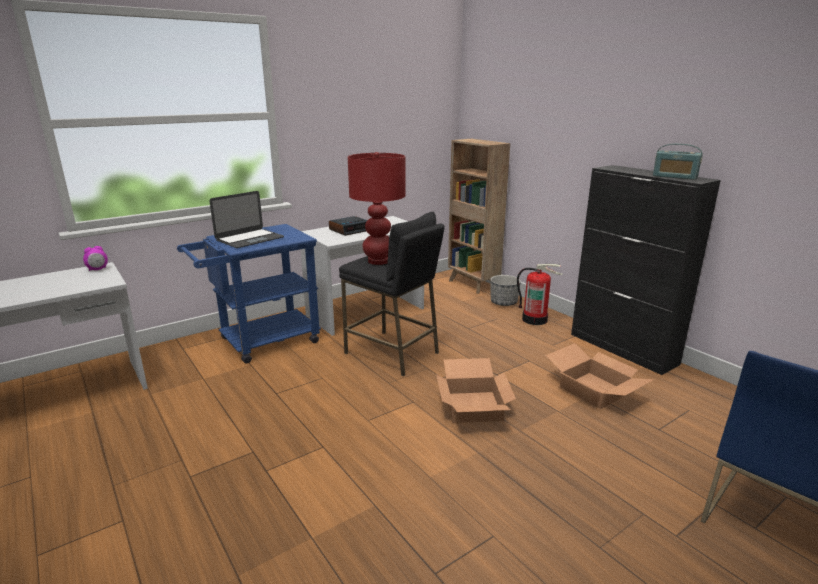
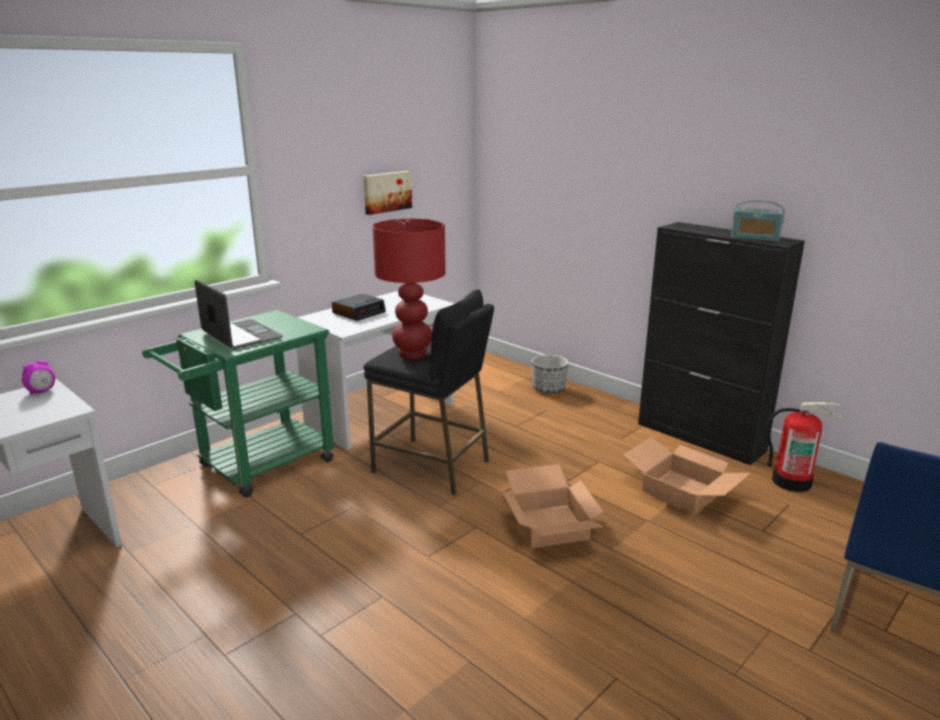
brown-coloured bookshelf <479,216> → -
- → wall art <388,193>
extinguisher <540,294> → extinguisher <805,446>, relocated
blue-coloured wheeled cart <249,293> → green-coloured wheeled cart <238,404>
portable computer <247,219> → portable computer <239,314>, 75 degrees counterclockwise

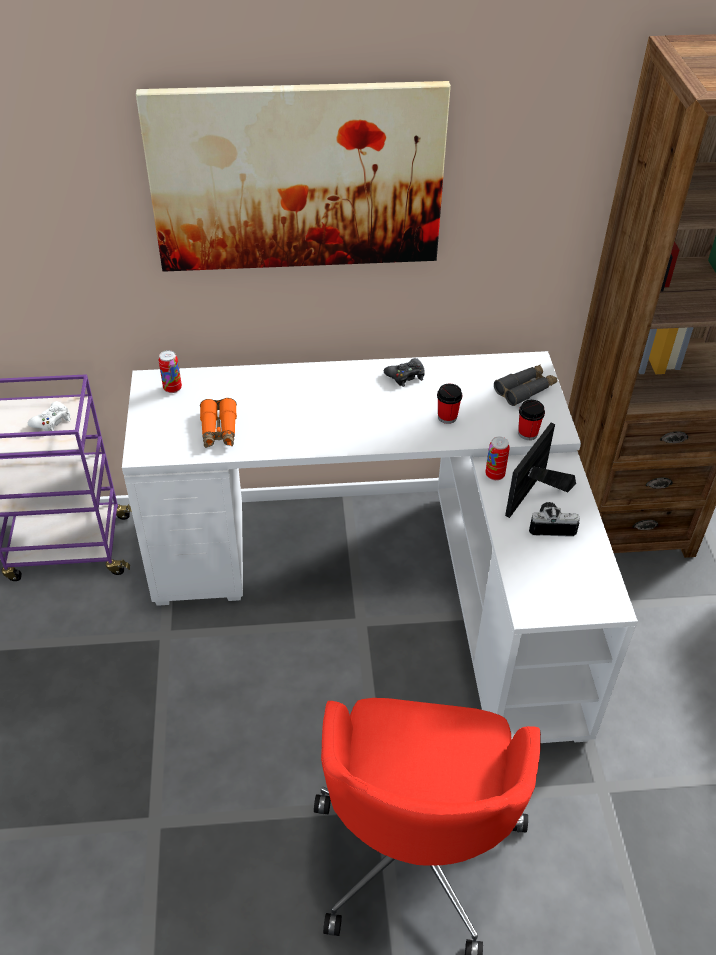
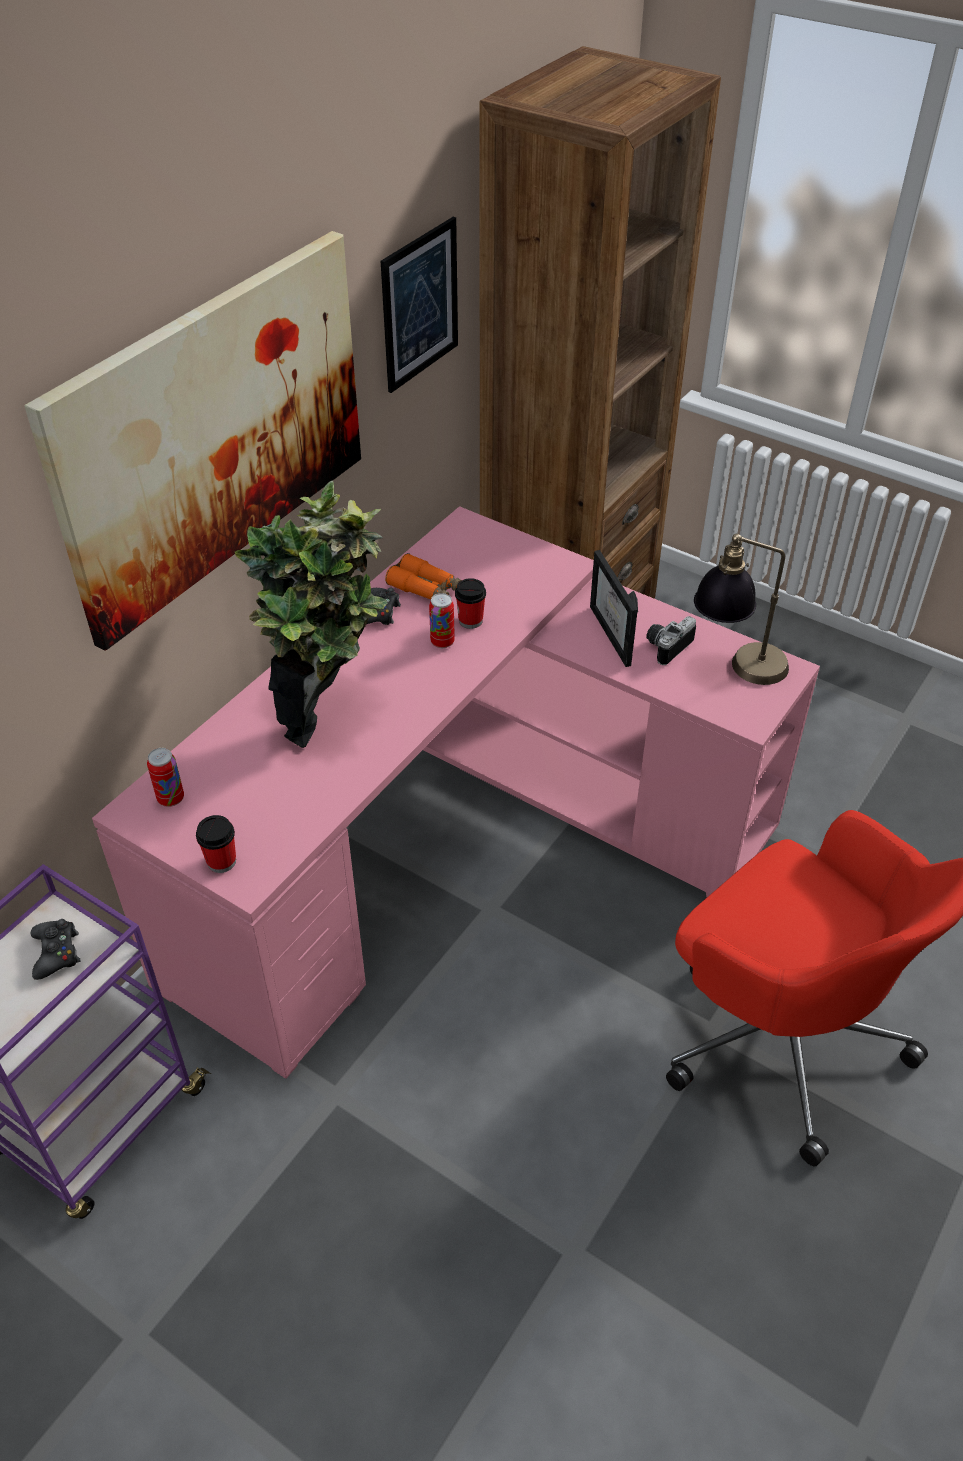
gray field glasses <525,385> → -
- → houseplant <311,614>
- → wall art <419,305>
- → lamp for a table <741,609>
orange field glasses <218,423> → orange field glasses <423,576>, relocated
metal can <497,458> → metal can <442,620>, relocated
drinking cup <531,420> → drinking cup <216,844>, relocated
white-coloured game controller <49,416> → black game controller <56,949>
white-coloured desk table <380,547> → pink desk table <456,792>

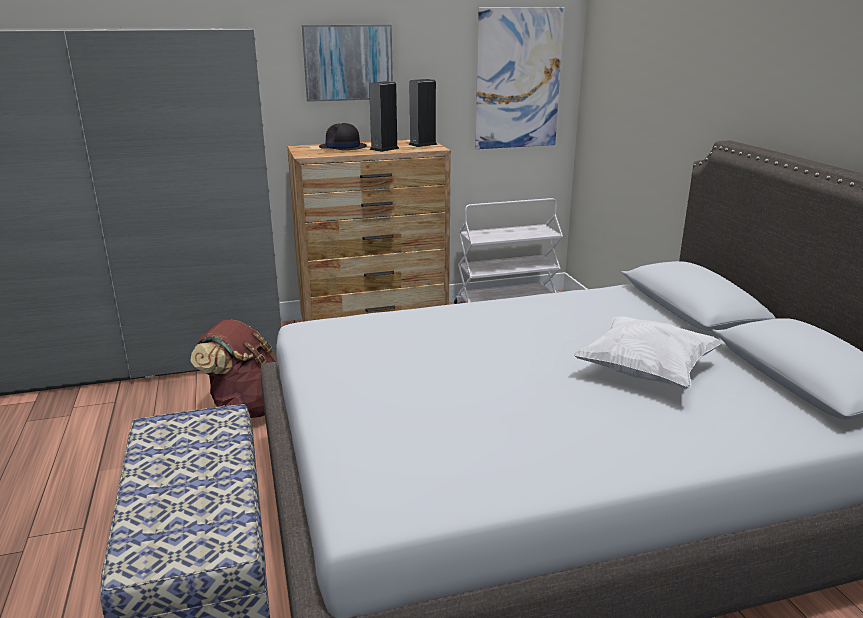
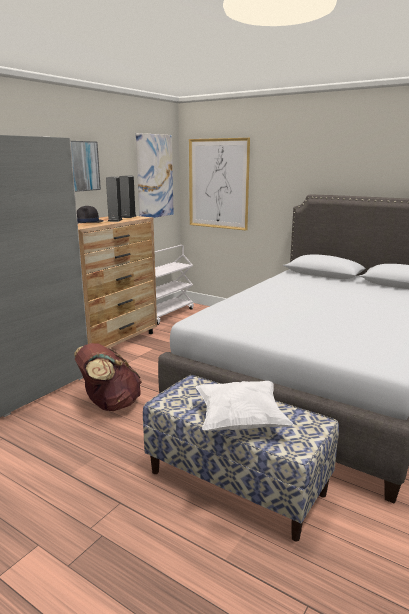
- → wall art <219,184>
white-coloured cushion <647,352> → white-coloured cushion <245,406>, relocated

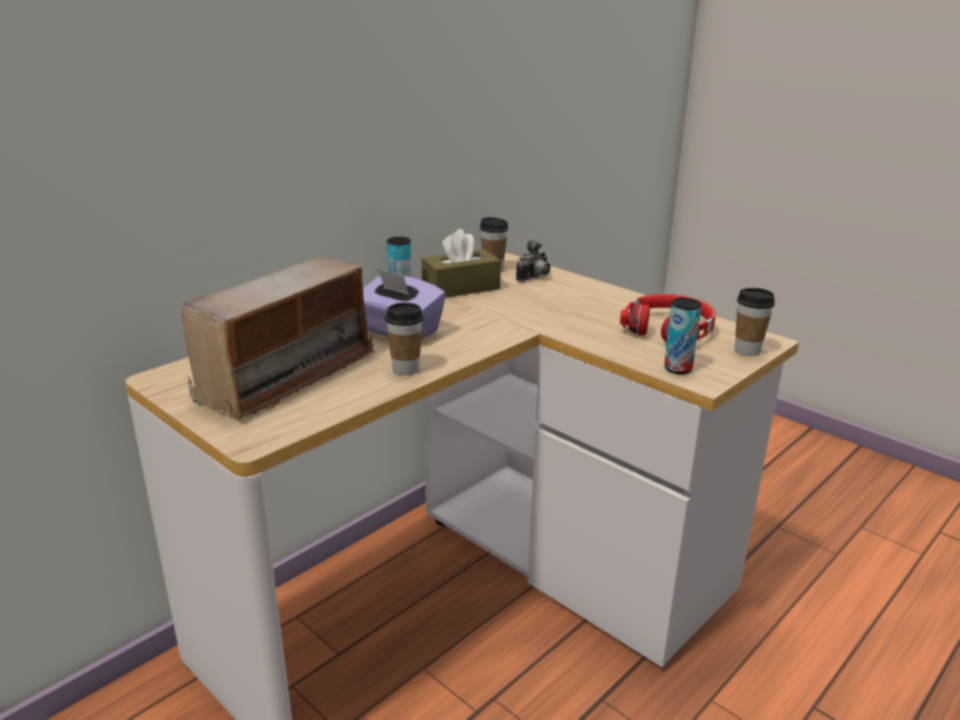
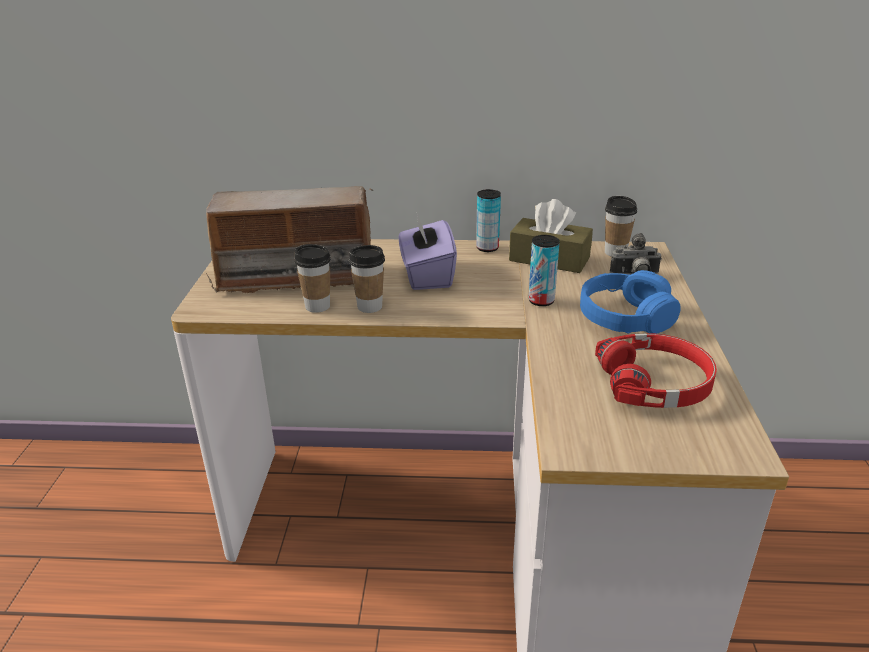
- → blue-coloured pair of headphones <630,302>
metal can <683,336> → metal can <544,270>, relocated
drinking cup <755,322> → drinking cup <312,278>, relocated

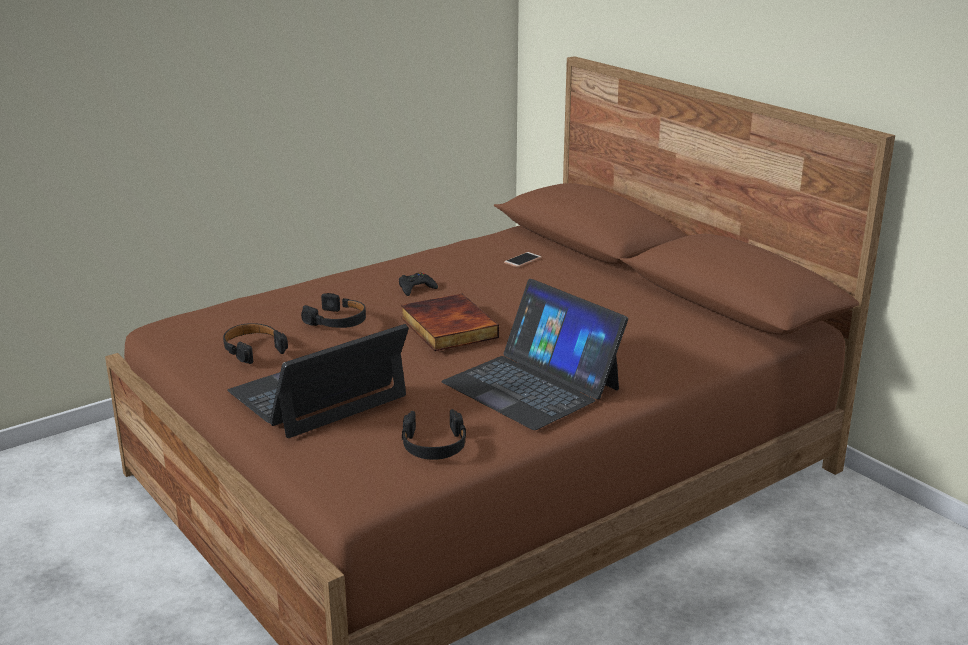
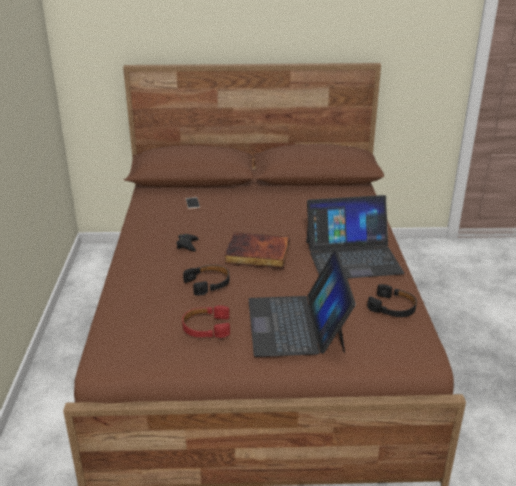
black pair of headphones <255,343> → red pair of headphones <206,321>

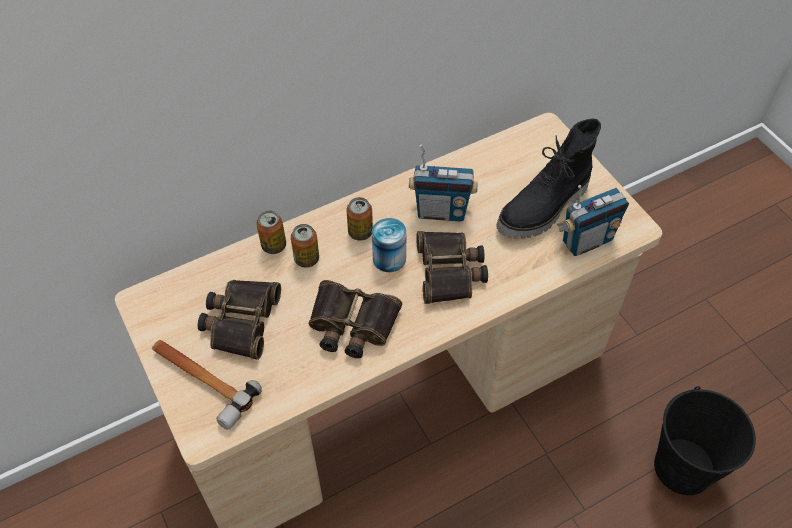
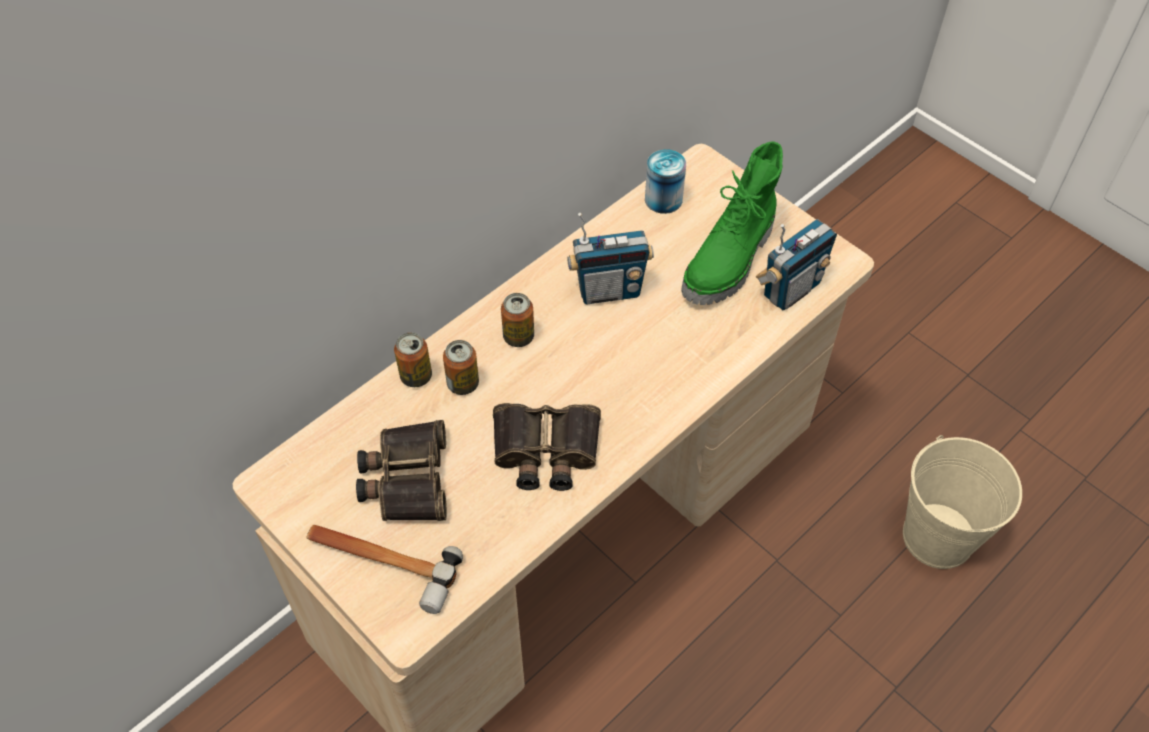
field glasses <452,267> → -
metal can <389,245> → metal can <665,181>, relocated
black tall boot <548,179> → green-coloured tall boot <732,223>
black water bucket <705,440> → sand-coloured water bucket <962,502>

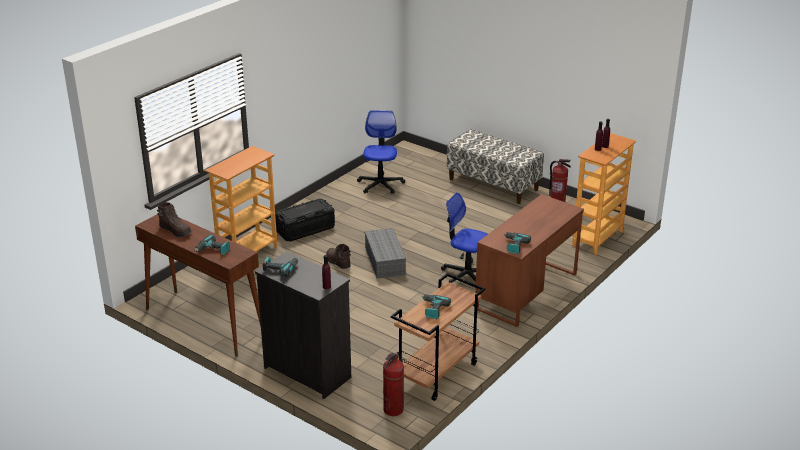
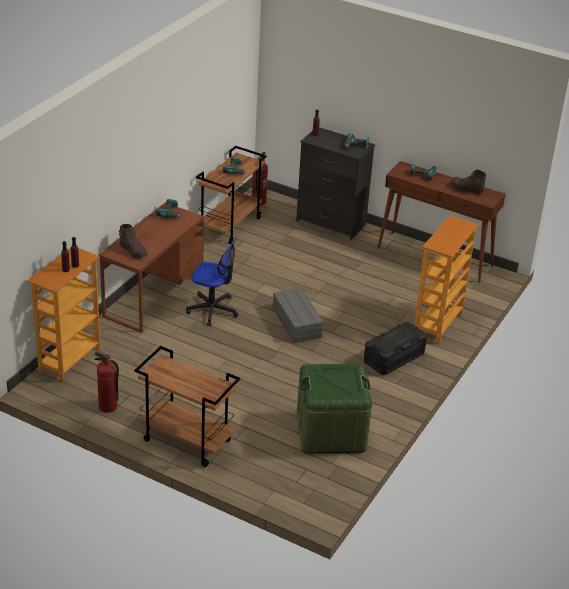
brown-coloured tall boot <338,256> → brown-coloured tall boot <133,241>, relocated
office chair <381,152> → green-coloured storage container <334,409>
long seat <495,166> → brown-coloured wheeled cart <187,406>

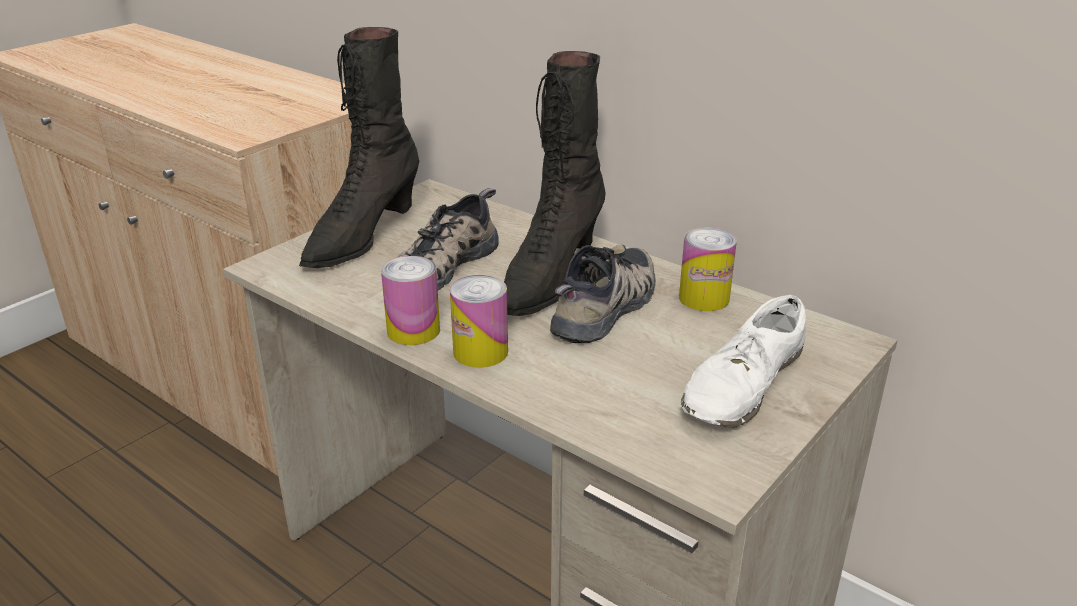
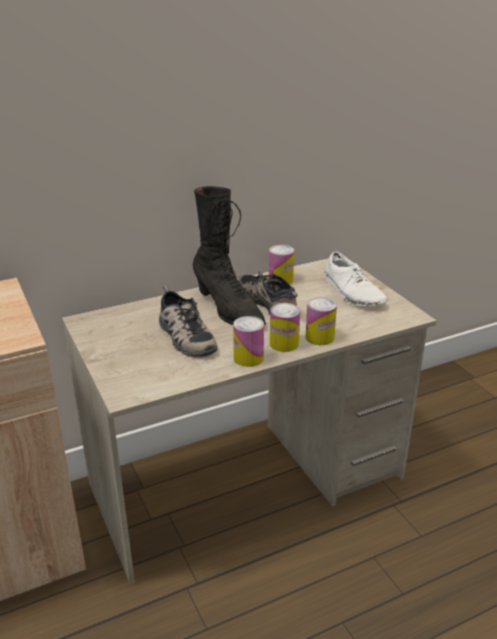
black tall boot <359,147> → -
- → metal can <321,321>

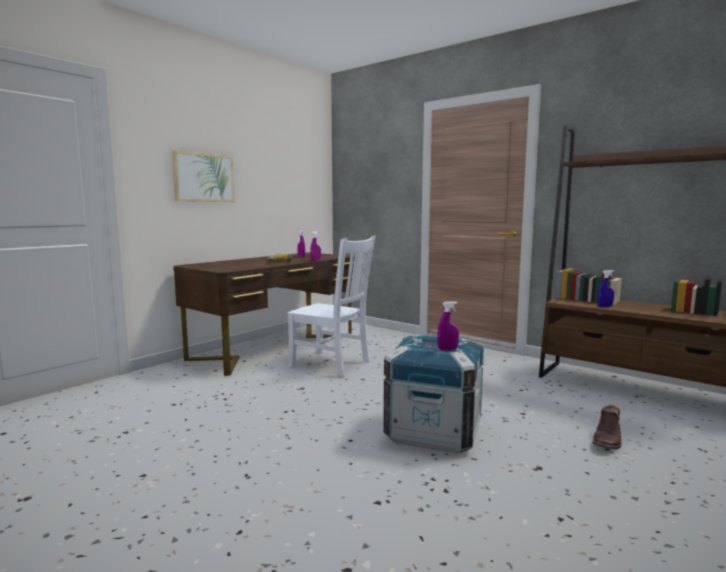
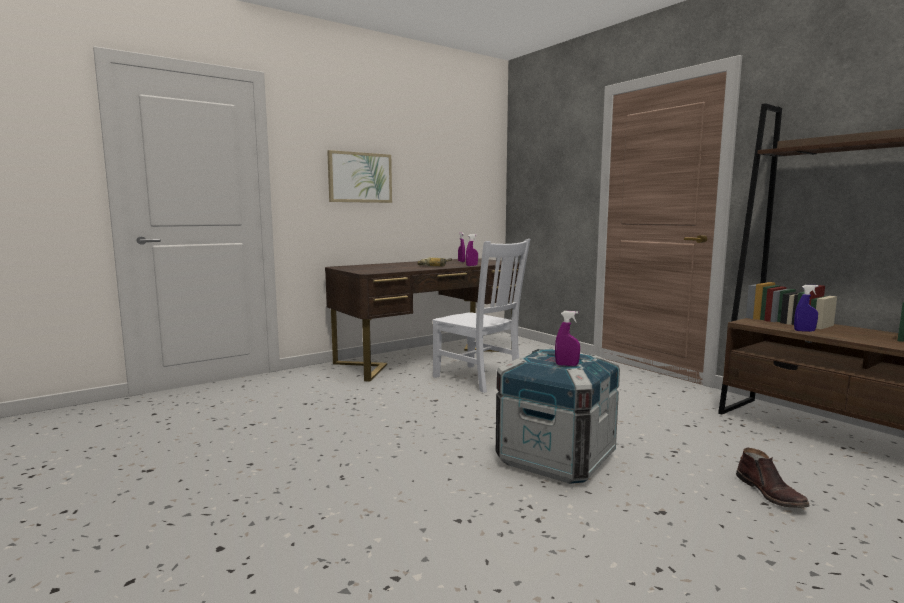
brown-coloured tall boot <607,427> → brown-coloured tall boot <772,478>, 60 degrees counterclockwise

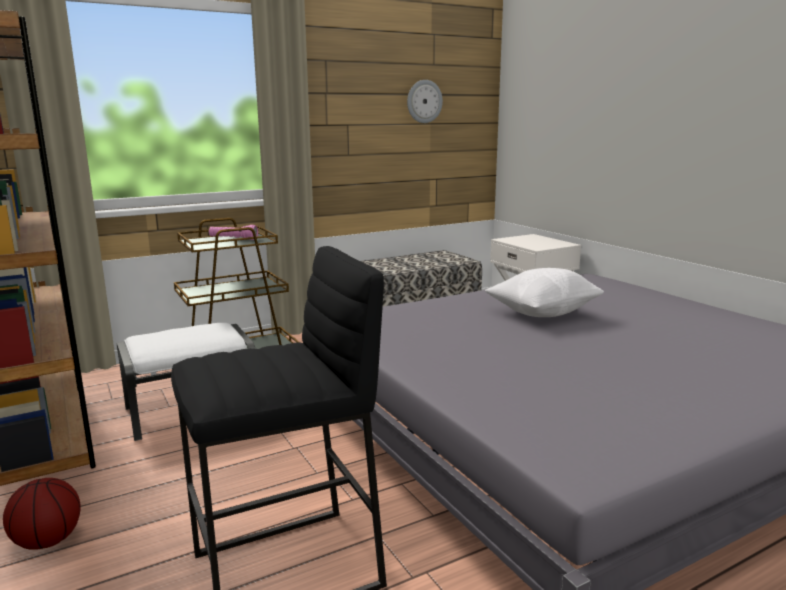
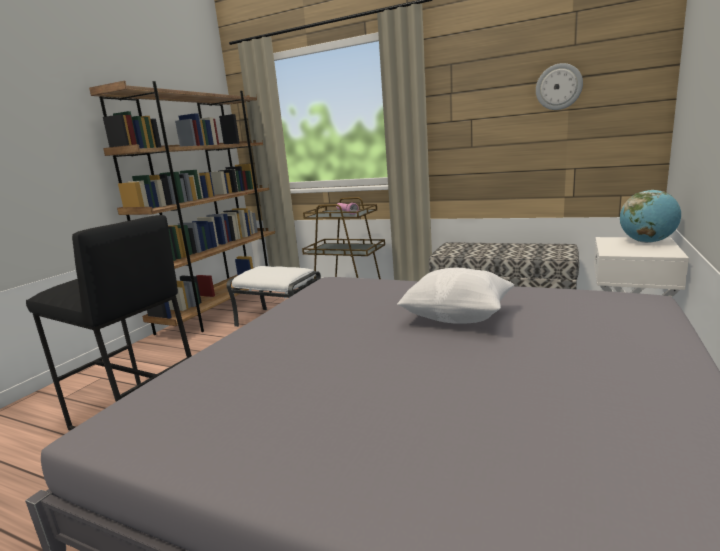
basketball <42,514> → -
- → desk globe <650,216>

